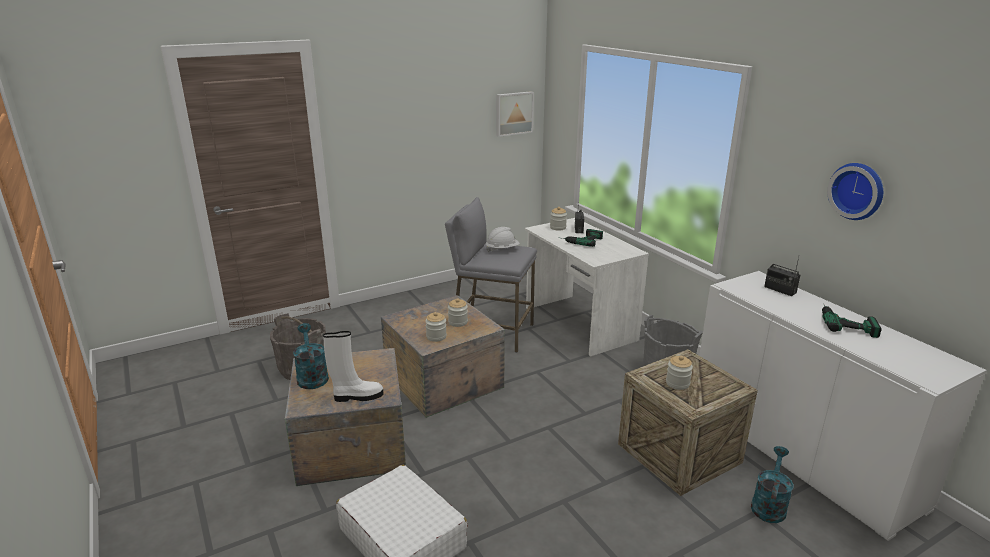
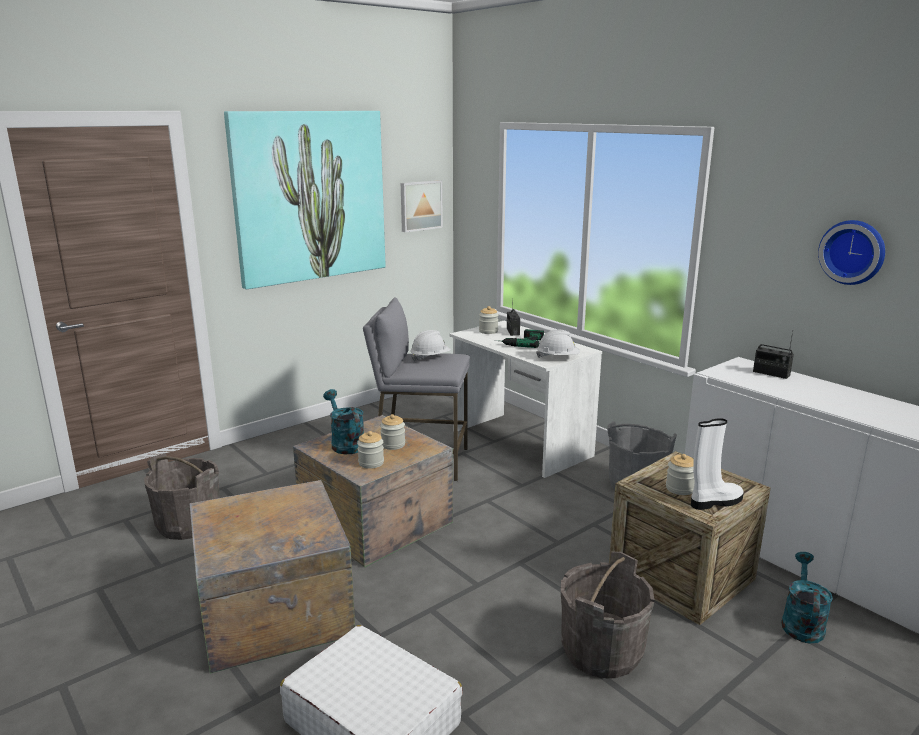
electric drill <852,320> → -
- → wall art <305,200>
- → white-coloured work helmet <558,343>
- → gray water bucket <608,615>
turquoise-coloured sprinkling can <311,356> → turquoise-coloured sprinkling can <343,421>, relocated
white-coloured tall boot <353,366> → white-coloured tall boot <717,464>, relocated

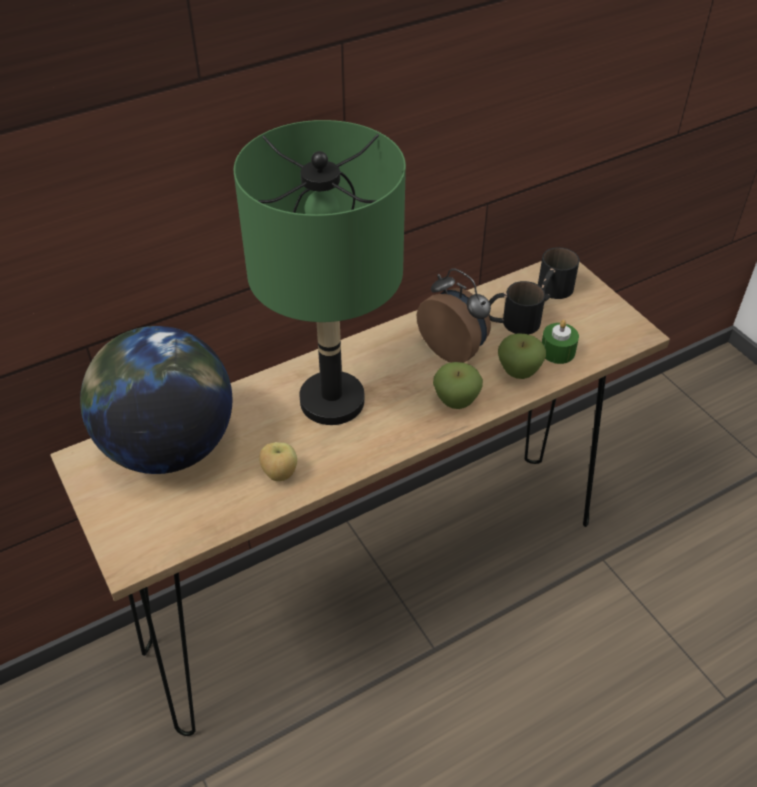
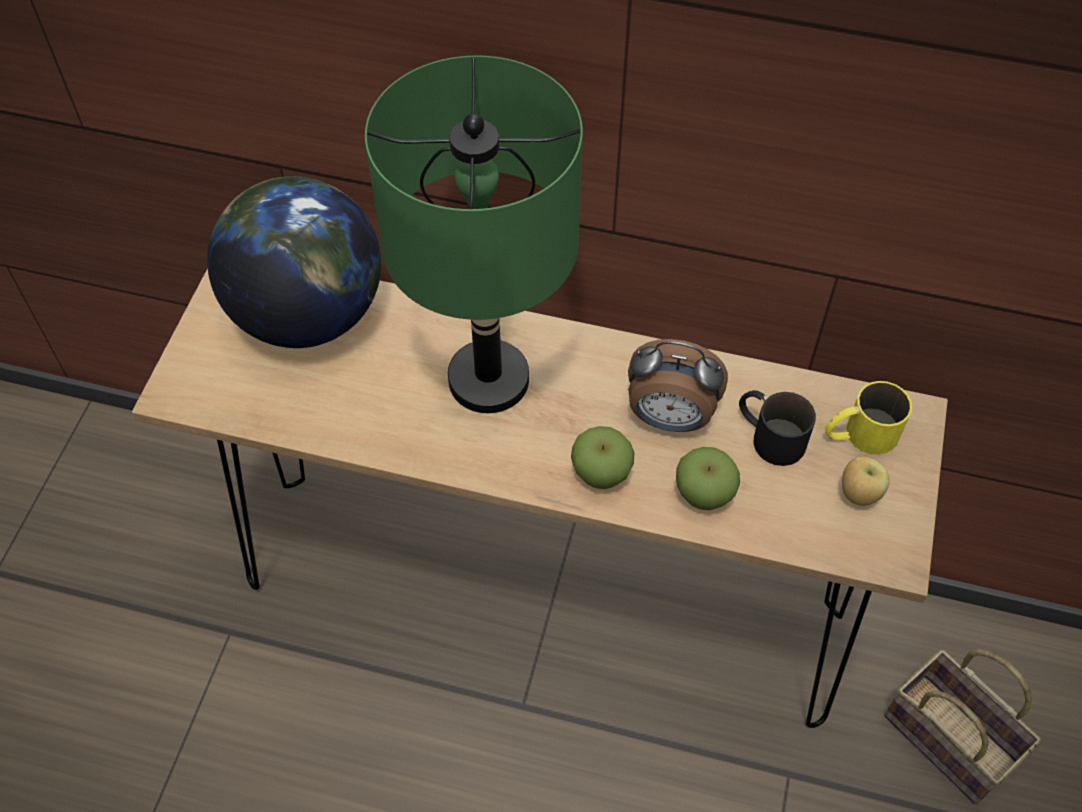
green-coloured wax candle <560,342> → -
- → household basket <963,726>
apple fruit <278,461> → apple fruit <866,481>, relocated
black mug <559,274> → yellowish mug <868,418>
table clock <454,316> → table clock <678,385>, 105 degrees clockwise

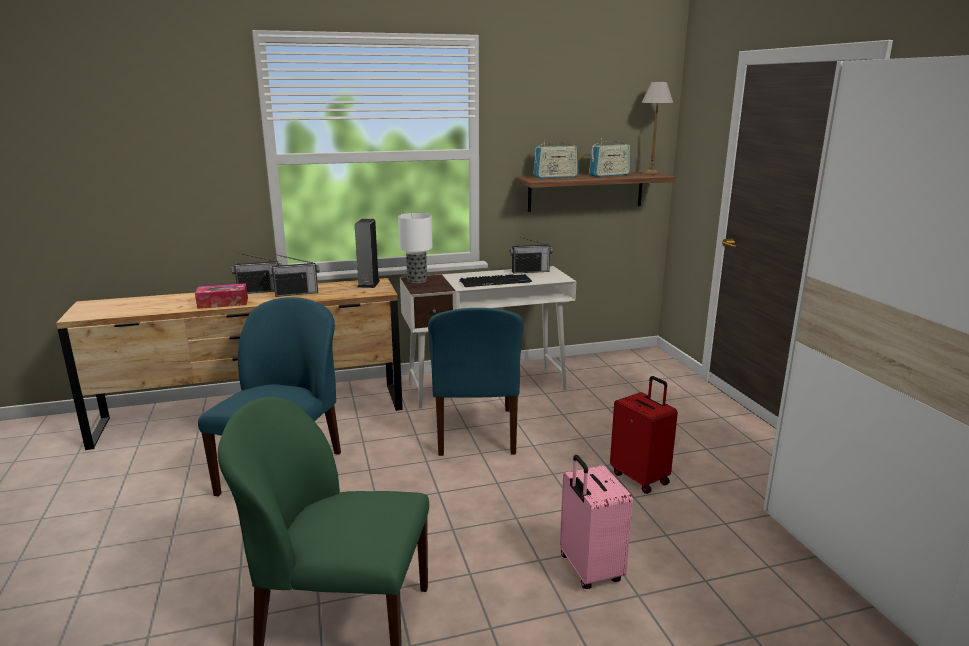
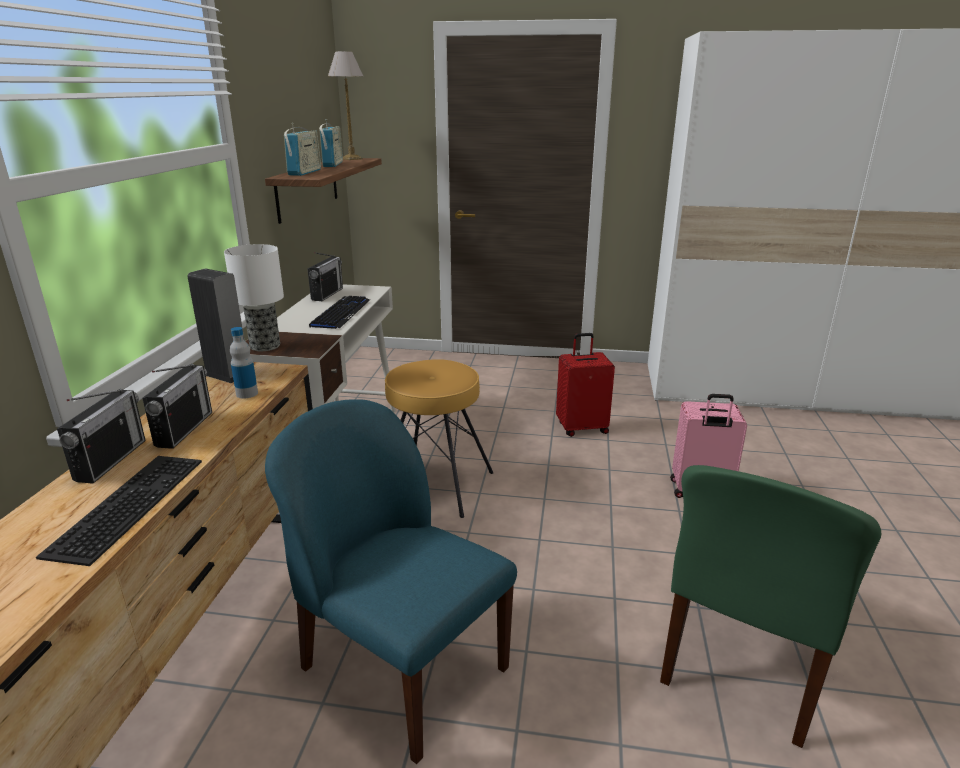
- → bottle <244,363>
box of tissues <221,296> → PC keyboard <119,511>
blue-coloured upright chair <476,382> → brown-coloured sitting stool <439,438>

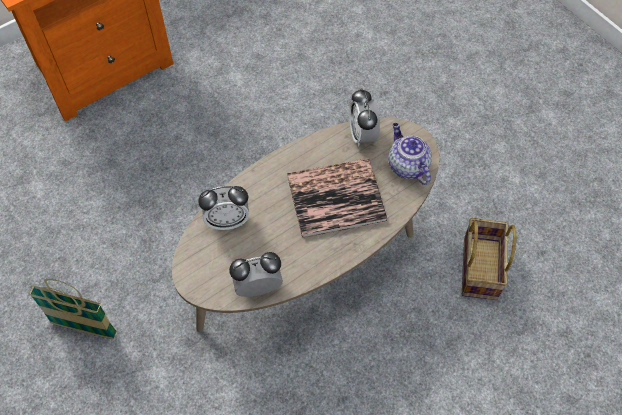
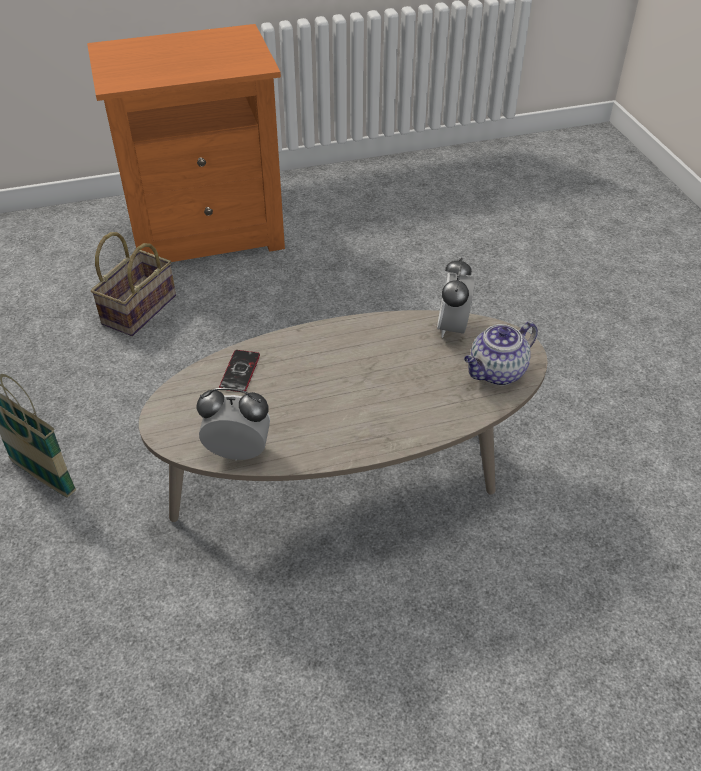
bound book <337,198> → -
household basket <489,259> → household basket <133,284>, relocated
table clock <223,208> → telephone <239,371>
pot for tea <410,154> → pot for tea <501,353>, 120 degrees counterclockwise

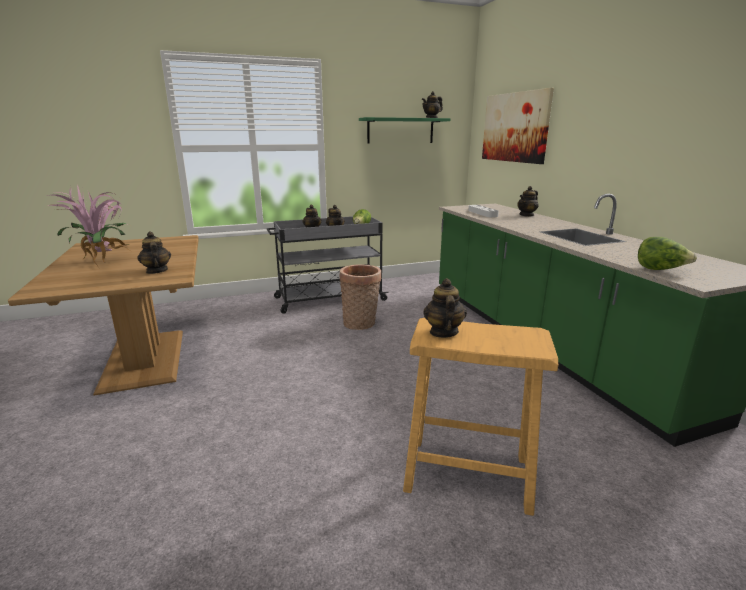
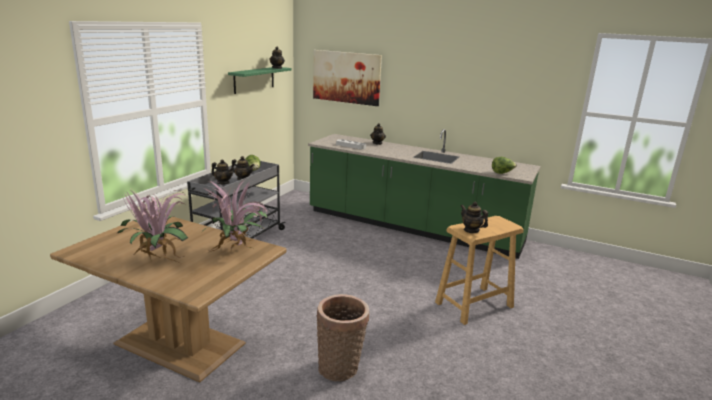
household basket <360,297> → household basket <342,337>, relocated
pot for tea <154,253> → houseplant <235,217>

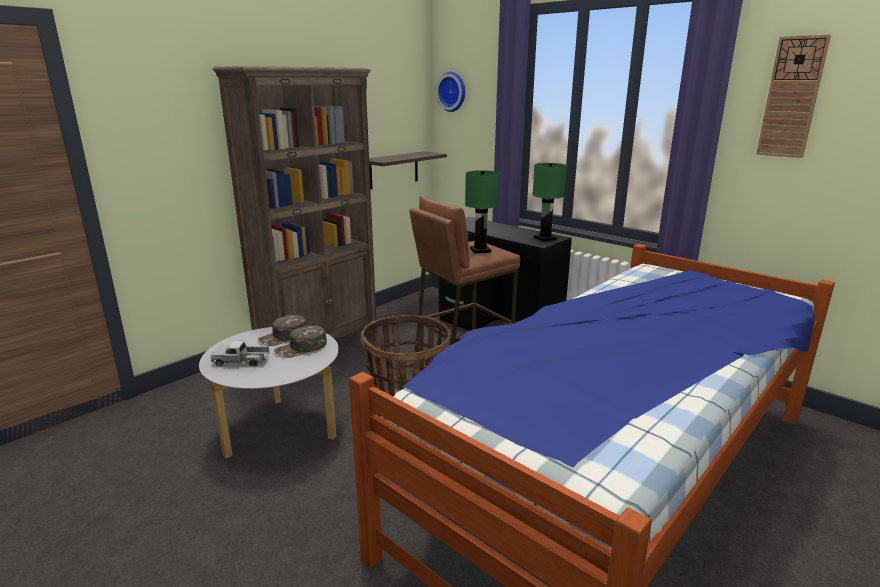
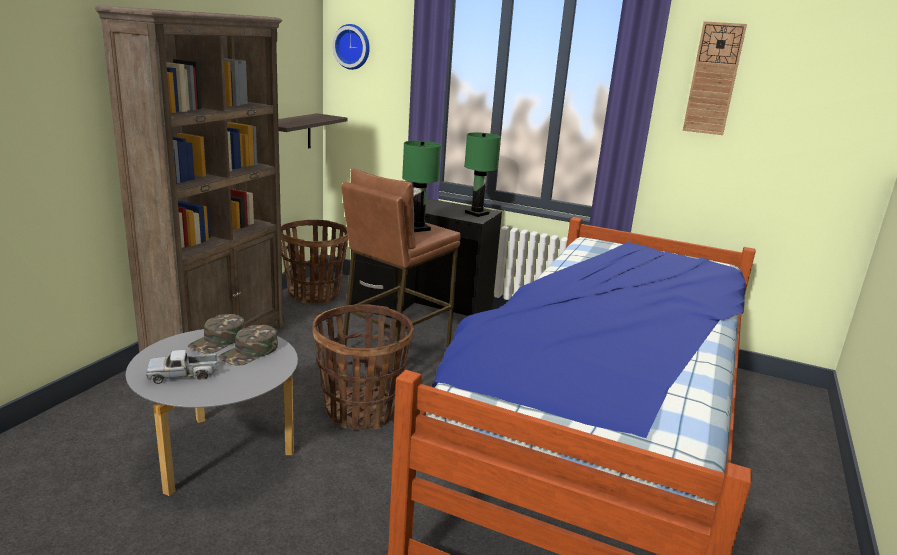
- → household basket <314,262>

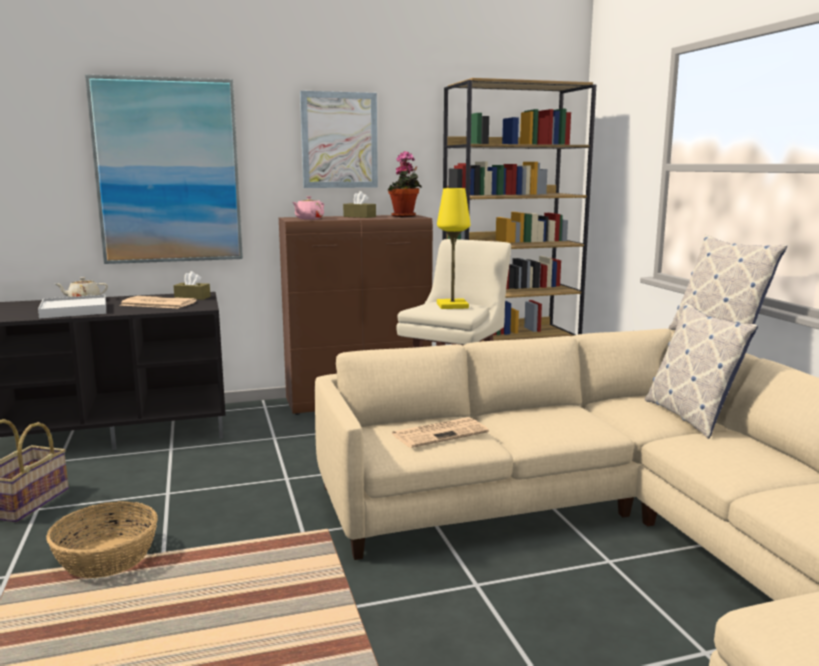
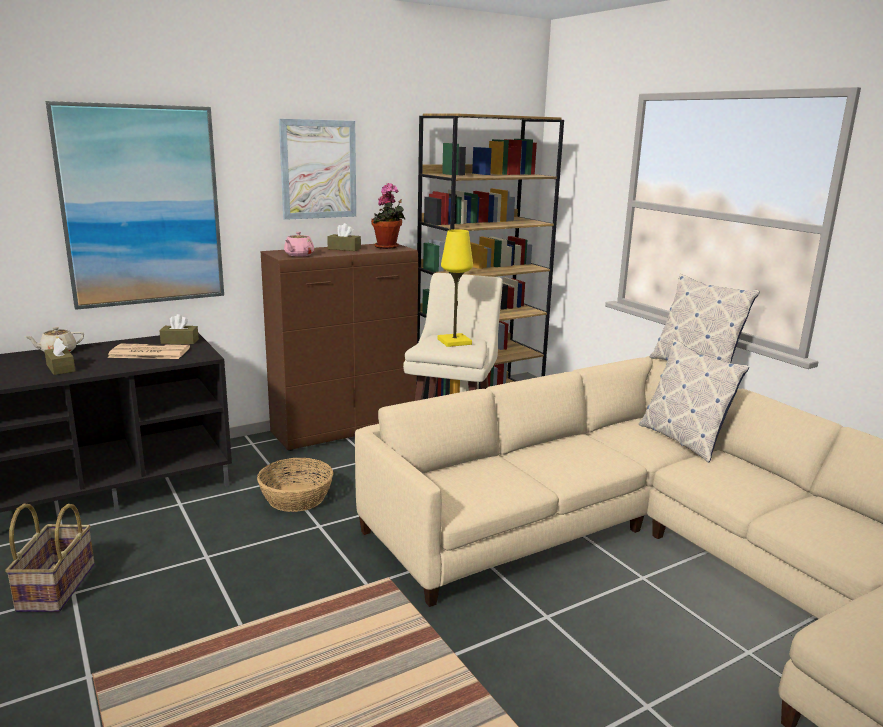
printed paper <440,432> → -
household basket <102,539> → household basket <295,485>, relocated
white-coloured tray <72,307> → brown-coloured box of tissues <60,356>

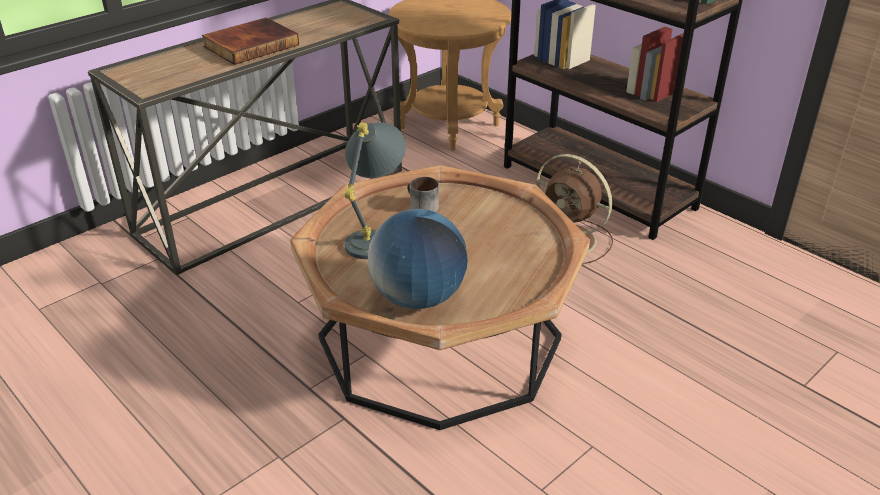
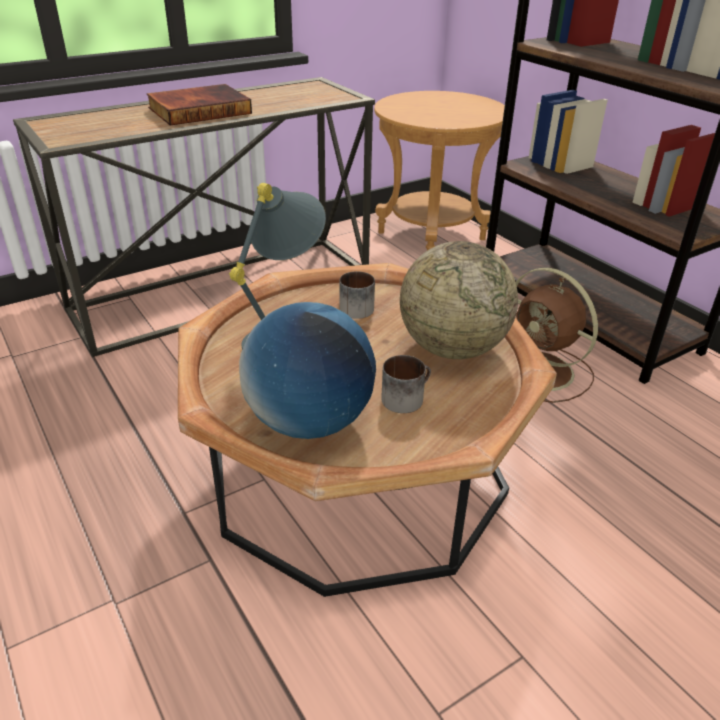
- → mug <406,384>
- → desk globe <459,300>

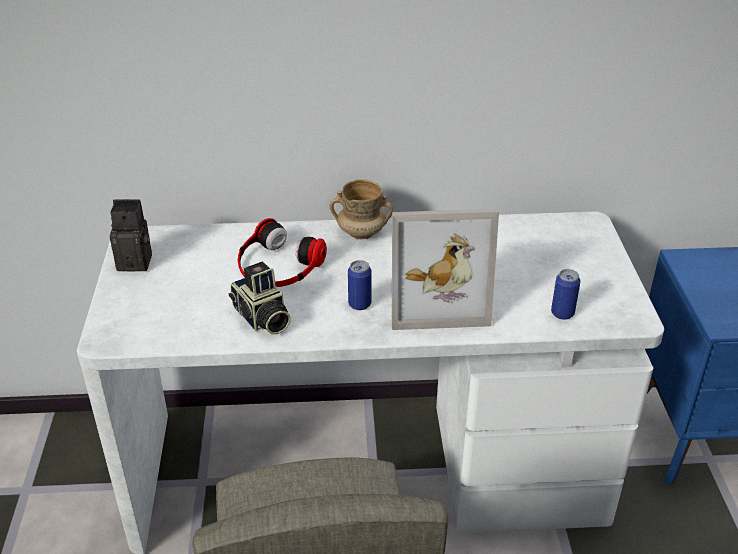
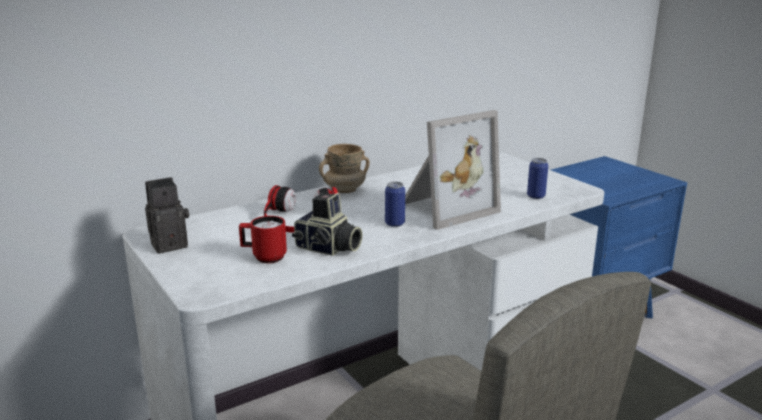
- → red mug <263,239>

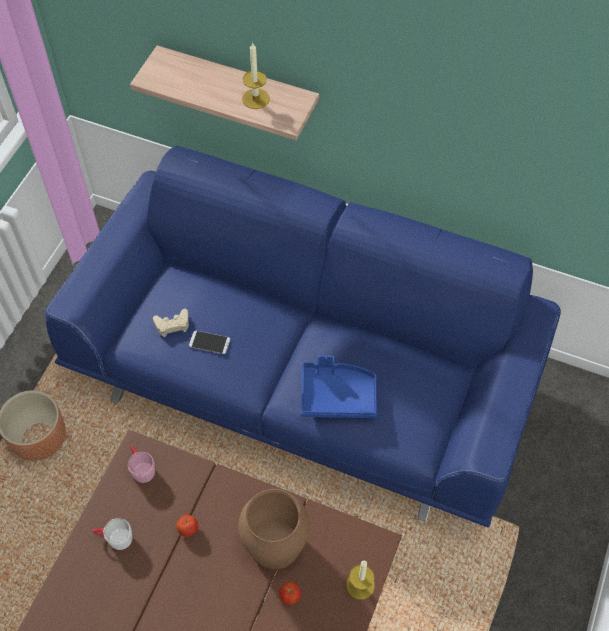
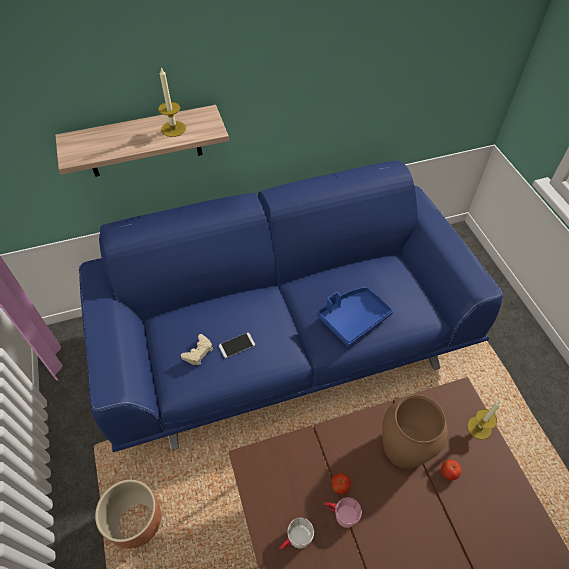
pink mug <141,464> → pink mug <343,512>, relocated

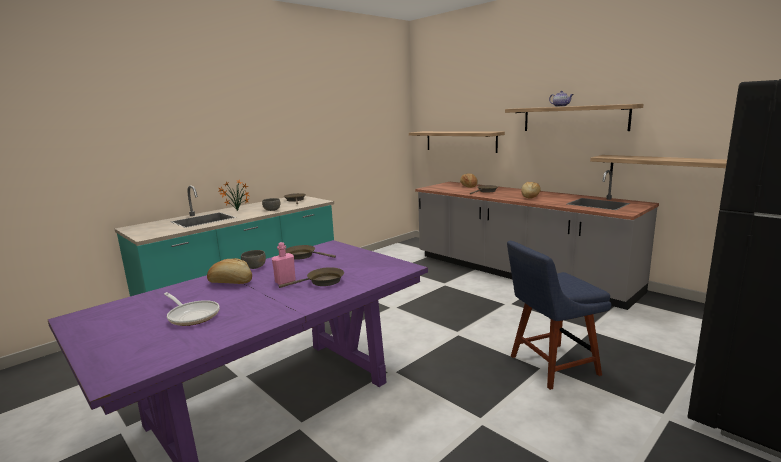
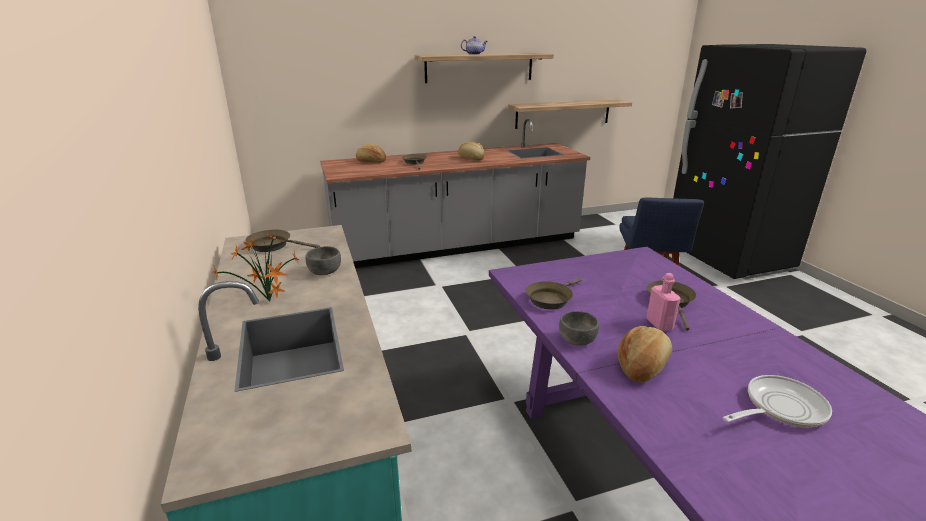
shelf <457,142> → -

